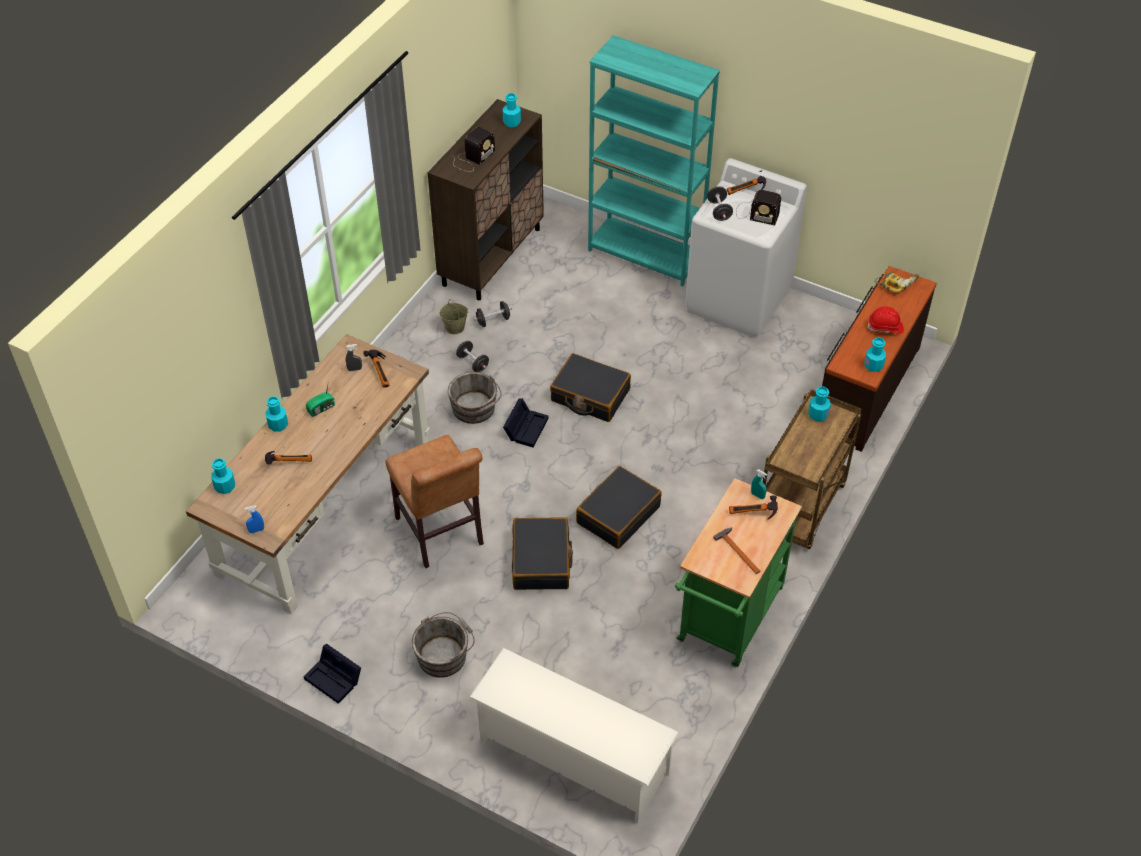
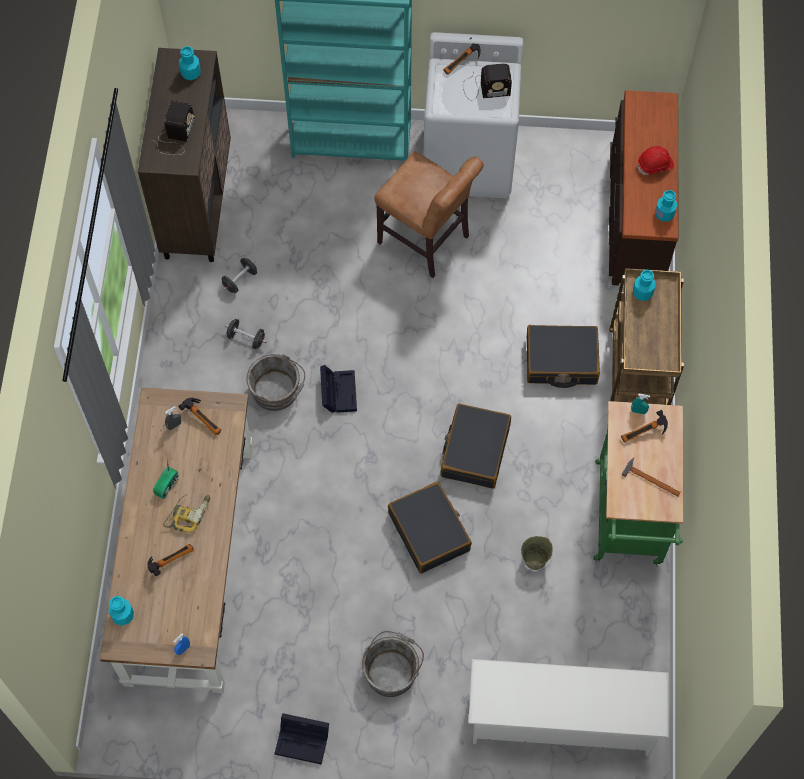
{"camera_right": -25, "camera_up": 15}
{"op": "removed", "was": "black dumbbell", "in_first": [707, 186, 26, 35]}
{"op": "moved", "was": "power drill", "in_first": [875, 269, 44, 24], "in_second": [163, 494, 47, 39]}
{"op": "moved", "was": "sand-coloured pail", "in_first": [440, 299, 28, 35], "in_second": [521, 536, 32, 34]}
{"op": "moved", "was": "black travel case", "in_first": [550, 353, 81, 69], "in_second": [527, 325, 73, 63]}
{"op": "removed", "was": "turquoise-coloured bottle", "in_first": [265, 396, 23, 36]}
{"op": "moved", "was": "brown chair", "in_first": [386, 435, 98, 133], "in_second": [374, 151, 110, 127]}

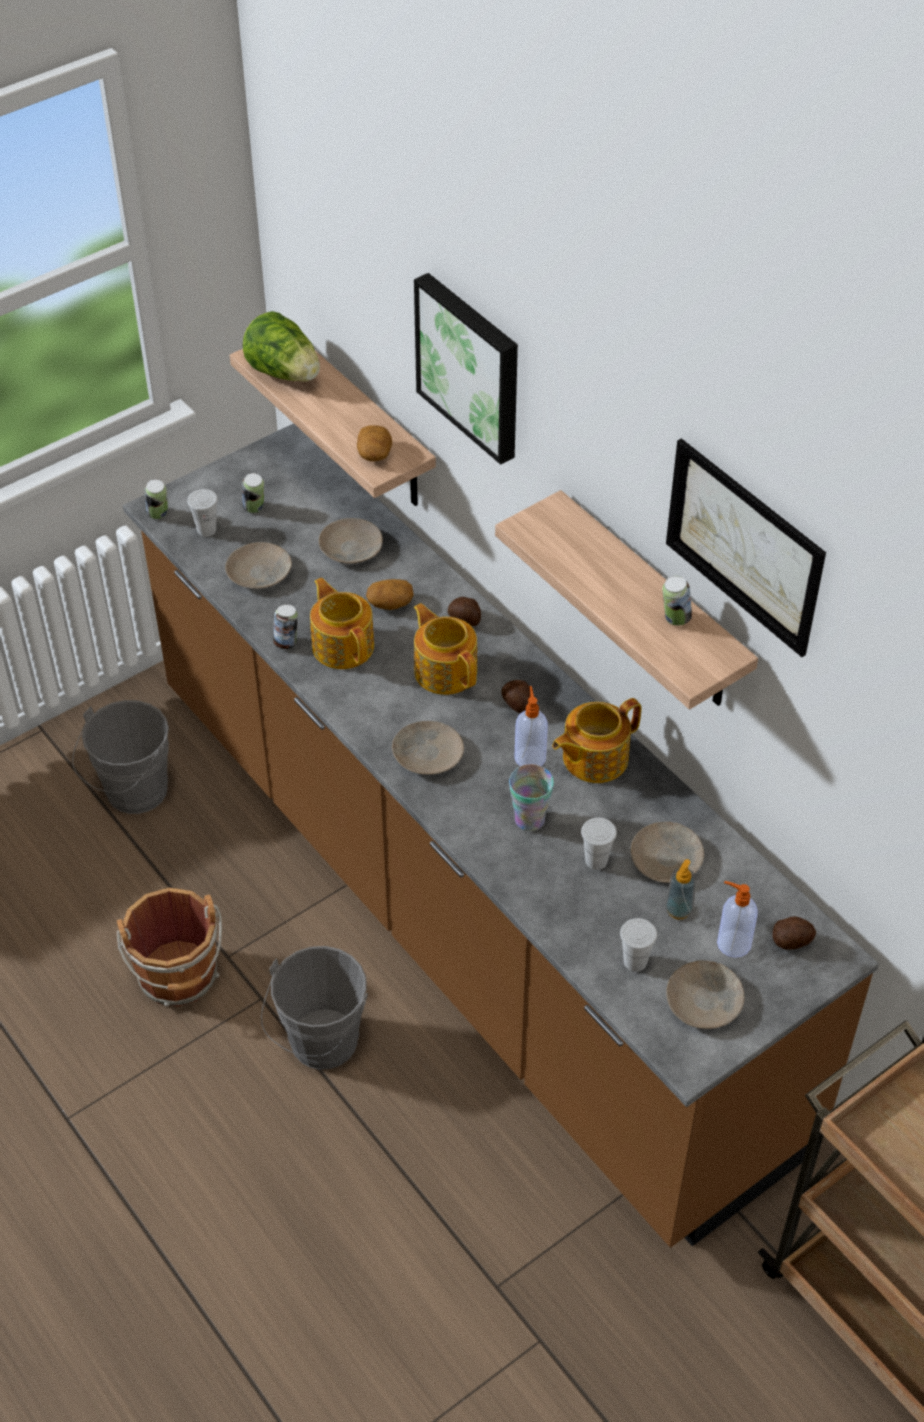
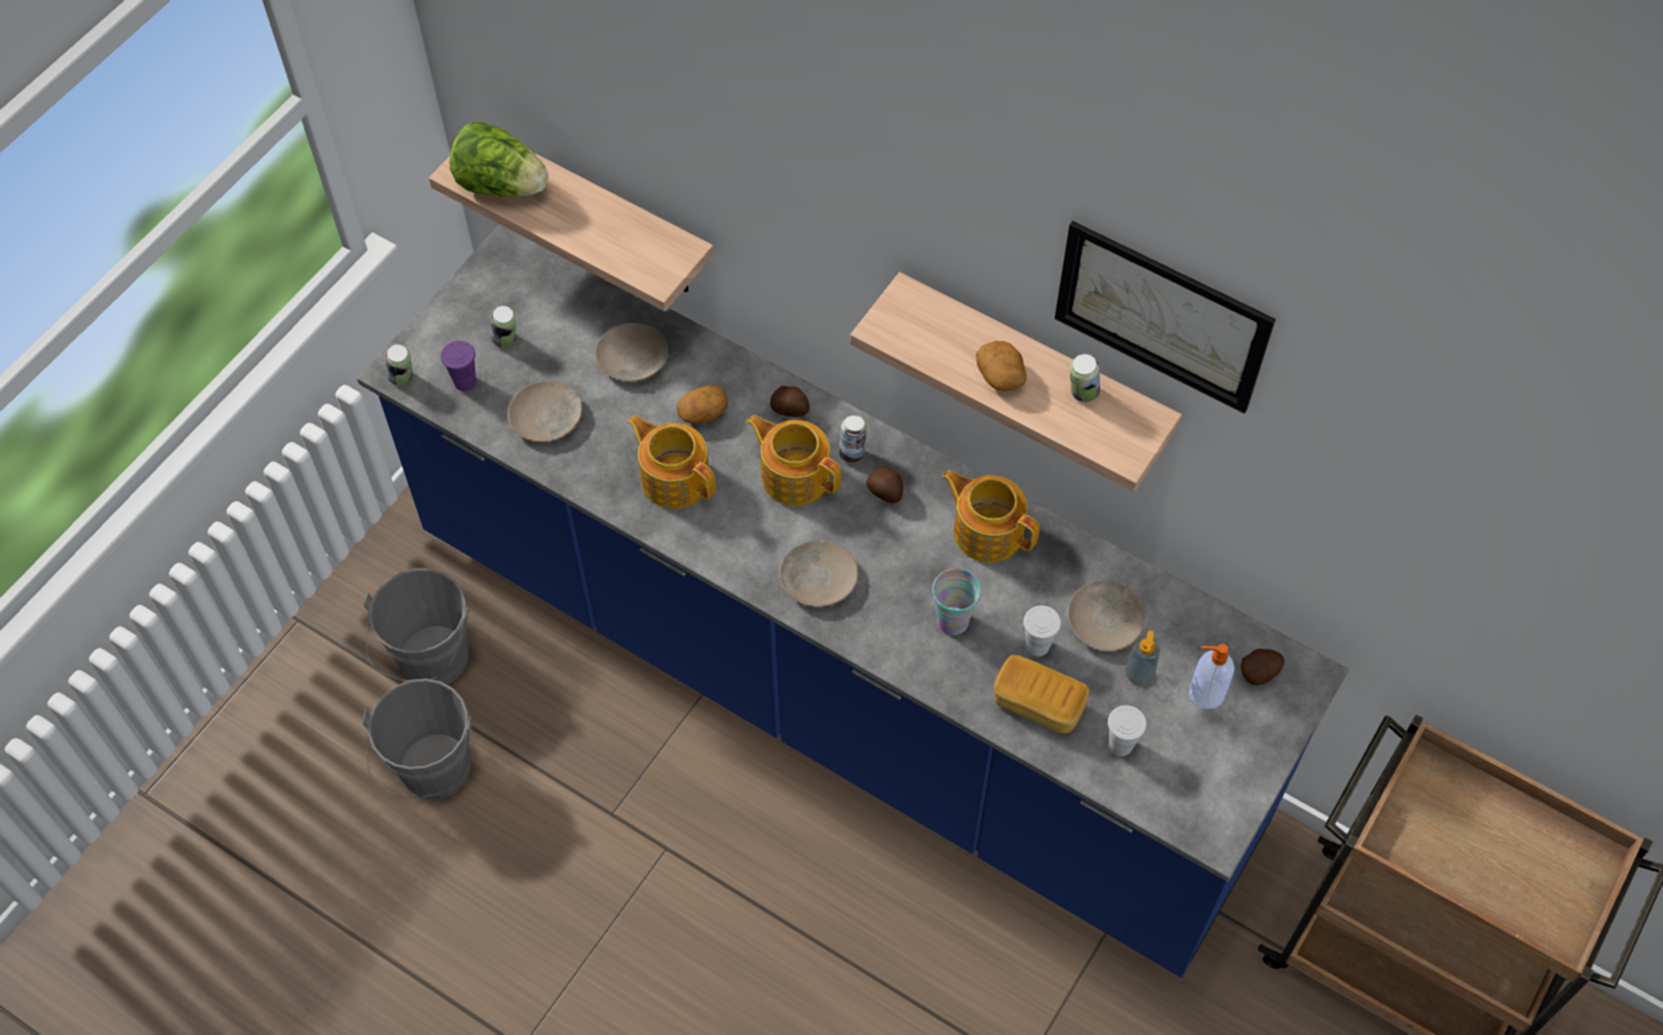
{"camera_right": -20, "camera_up": 10}
{"op": "removed", "was": "picture", "in_first": [414, 273, 104, 192]}
{"op": "recoloured", "was": "brown kitchen counter", "now": "blue-coloured kitchen counter", "in_first": [123, 423, 756, 824], "in_second": [357, 224, 992, 754]}
{"op": "moved", "was": "potato", "in_first": [357, 425, 35, 36], "in_second": [976, 341, 51, 51]}
{"op": "recoloured", "was": "white cup", "now": "purple-coloured cup", "in_first": [187, 489, 31, 48], "in_second": [440, 341, 36, 50]}
{"op": "moved", "was": "metal can", "in_first": [273, 604, 25, 45], "in_second": [839, 415, 28, 47]}
{"op": "removed", "was": "soap dispenser", "in_first": [514, 686, 34, 80]}
{"op": "turned", "was": "tea pot", "in_first": [552, 698, 89, 85], "in_second": [942, 470, 98, 93], "clockwise": 90}
{"op": "removed", "was": "brown pail", "in_first": [117, 888, 105, 119]}
{"op": "moved", "was": "grey pail", "in_first": [261, 946, 107, 124], "in_second": [362, 679, 110, 121]}
{"op": "removed", "was": "sand-coloured dinner plate", "in_first": [666, 960, 79, 69]}
{"op": "added", "now": "bakery bread", "in_second": [994, 655, 95, 78]}

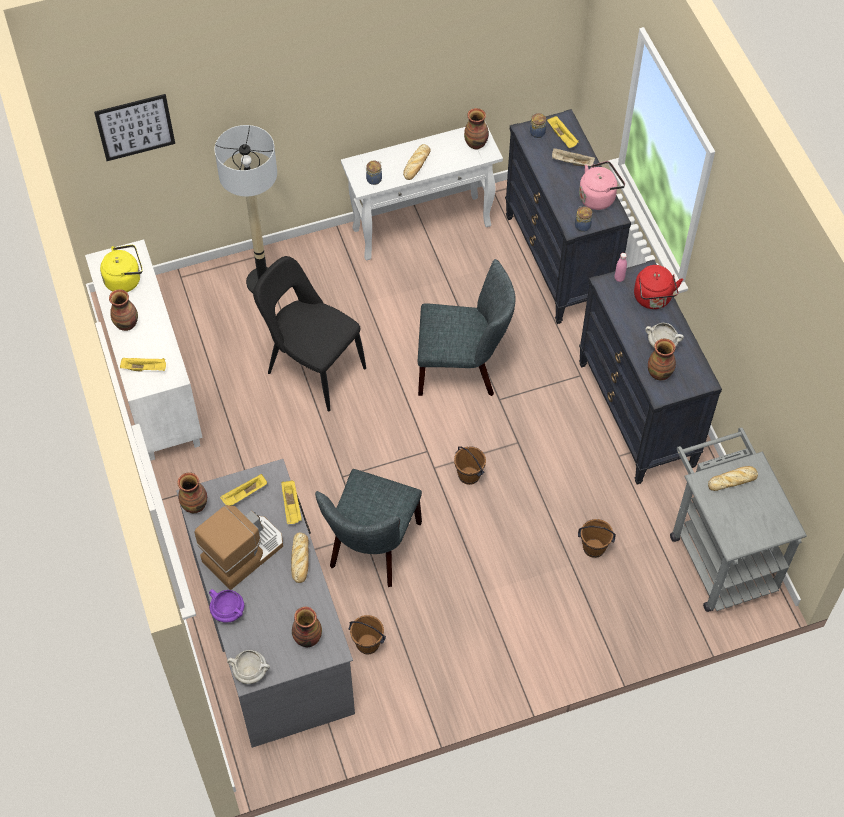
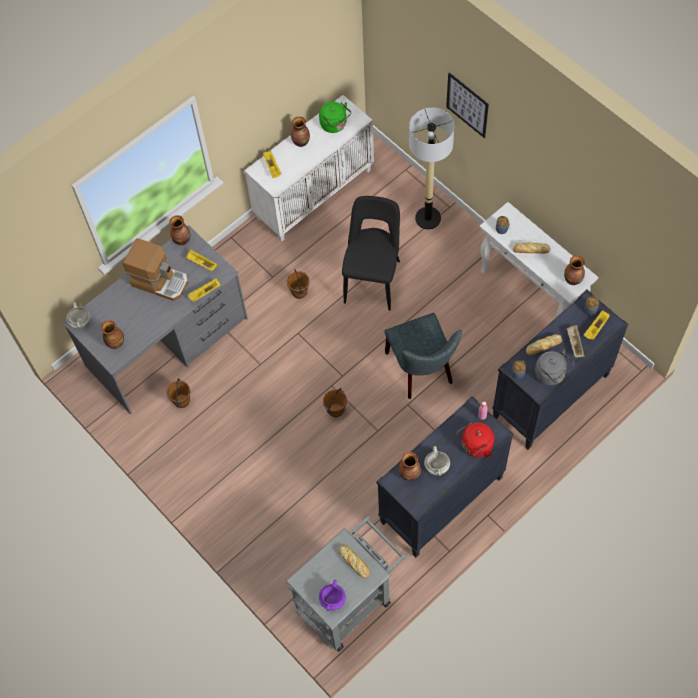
{"camera_right": 70, "camera_up": 5}
{"op": "moved", "was": "picture", "in_first": [94, 94, 81, 67], "in_second": [446, 73, 43, 65]}
{"op": "recoloured", "was": "pink-coloured kettle", "now": "grey kettle", "in_first": [579, 161, 46, 49], "in_second": [535, 349, 39, 36]}
{"op": "recoloured", "was": "yellow-coloured kettle", "now": "greenish kettle", "in_first": [100, 245, 43, 47], "in_second": [319, 101, 32, 32]}
{"op": "removed", "was": "grey chair", "in_first": [315, 469, 107, 118]}
{"op": "moved", "was": "brown pail", "in_first": [578, 519, 38, 39], "in_second": [287, 269, 22, 30]}
{"op": "moved", "was": "bakery bread", "in_first": [291, 532, 18, 51], "in_second": [526, 334, 36, 22]}
{"op": "moved", "was": "purple-coloured cooking pot", "in_first": [209, 589, 35, 34], "in_second": [319, 580, 27, 31]}

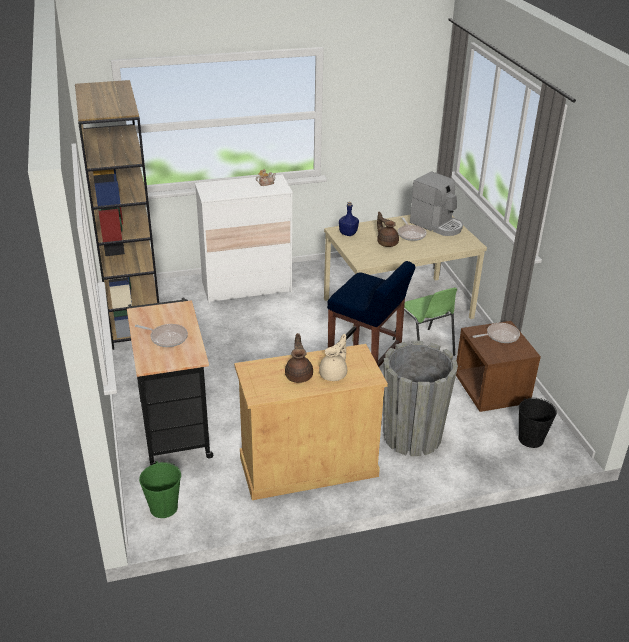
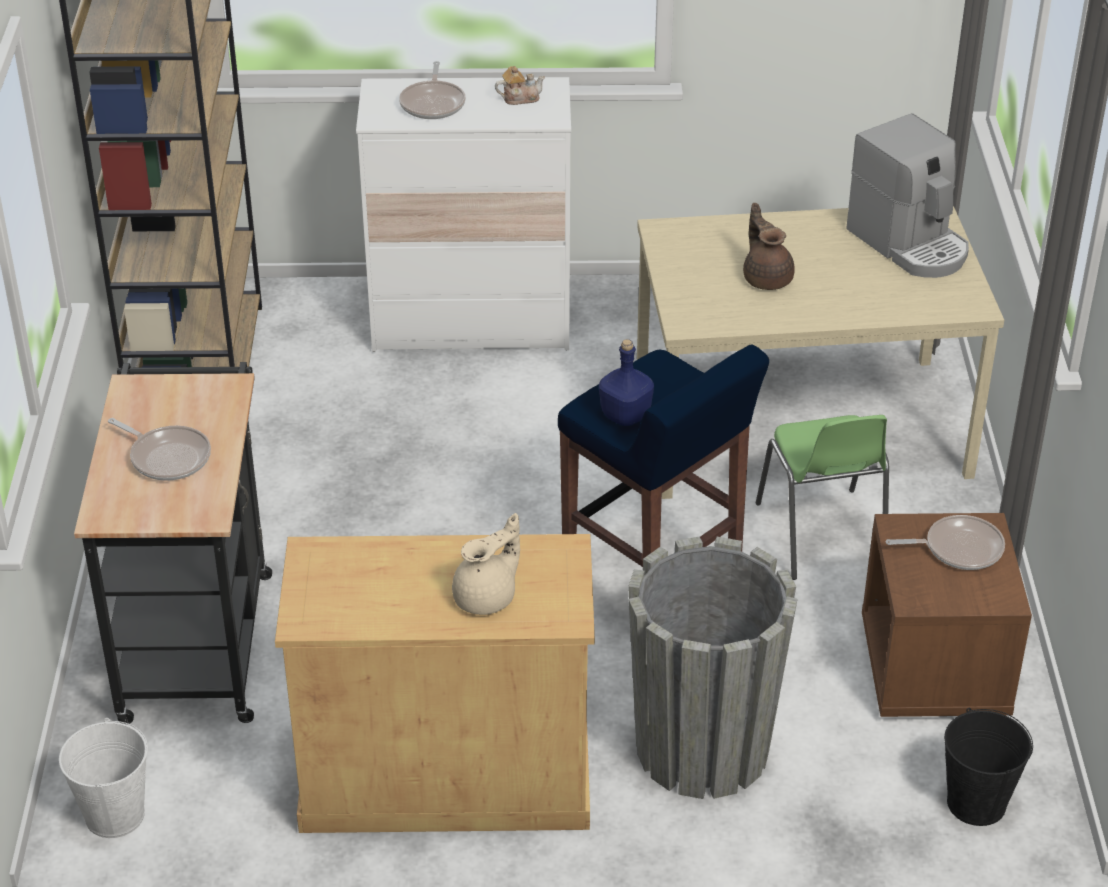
{"camera_right": 15, "camera_up": 5}
{"op": "moved", "was": "blue-coloured bottle", "in_first": [339, 202, 20, 34], "in_second": [599, 339, 55, 87]}
{"op": "moved", "was": "pan", "in_first": [398, 217, 28, 24], "in_second": [399, 61, 67, 58]}
{"op": "removed", "was": "brown tea pot", "in_first": [285, 333, 28, 50]}
{"op": "recoloured", "was": "greenish pail", "now": "white pail", "in_first": [139, 461, 42, 57], "in_second": [59, 718, 89, 120]}

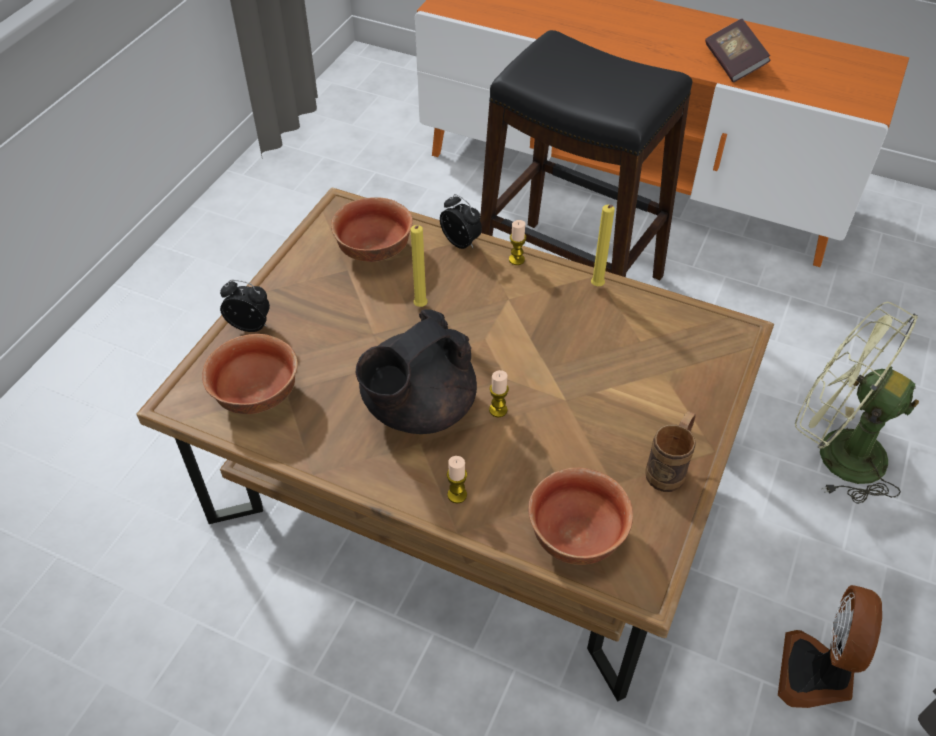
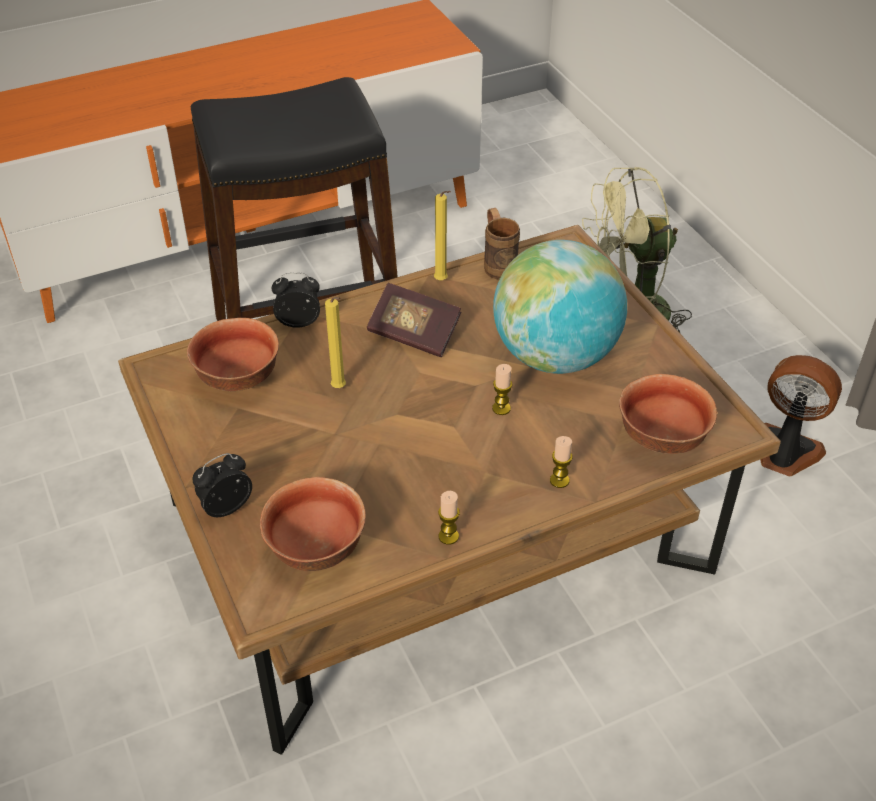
{"camera_right": -50, "camera_up": -5}
{"op": "moved", "was": "bound book", "in_first": [705, 19, 66, 63], "in_second": [367, 283, 94, 74]}
{"op": "moved", "was": "wax light", "in_first": [509, 220, 17, 45], "in_second": [438, 491, 22, 54]}
{"op": "removed", "was": "black tea pot", "in_first": [356, 309, 121, 125]}
{"op": "moved", "was": "brown mug", "in_first": [645, 411, 51, 81], "in_second": [484, 208, 36, 72]}
{"op": "turned", "was": "electric fan", "in_first": [778, 585, 104, 123], "in_second": [760, 355, 82, 121], "clockwise": 150}
{"op": "added", "now": "globe", "in_second": [493, 240, 134, 134]}

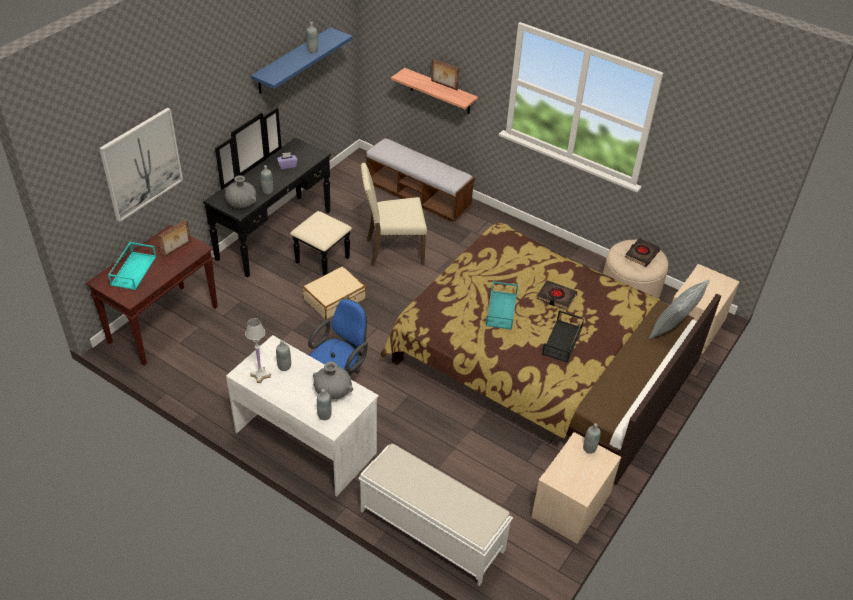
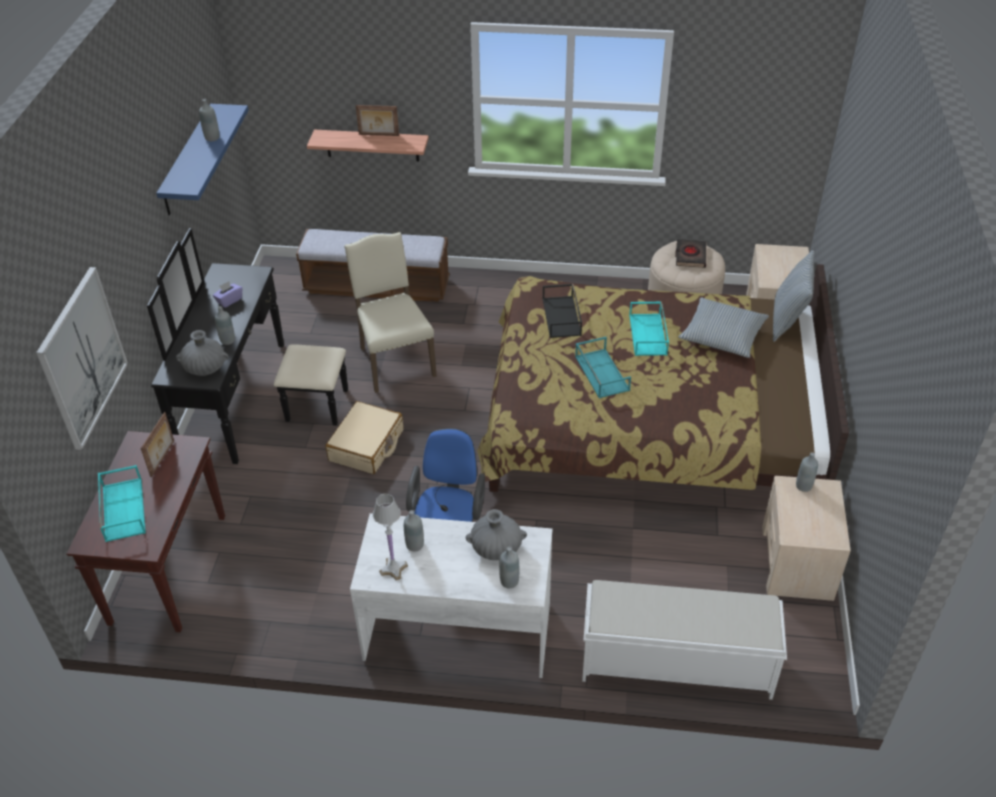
{"camera_right": -25, "camera_up": 0}
{"op": "turned", "was": "sand-coloured chair", "in_first": [361, 163, 66, 103], "in_second": [344, 232, 93, 161], "clockwise": 105}
{"op": "replaced", "was": "black bound book", "now": "turquoise-coloured serving tray", "in_first": [537, 280, 40, 30], "in_second": [629, 301, 40, 55]}
{"op": "moved", "was": "black serving tray", "in_first": [542, 310, 42, 53], "in_second": [543, 284, 39, 54]}
{"op": "added", "now": "throw pillow", "in_second": [679, 298, 90, 60]}

